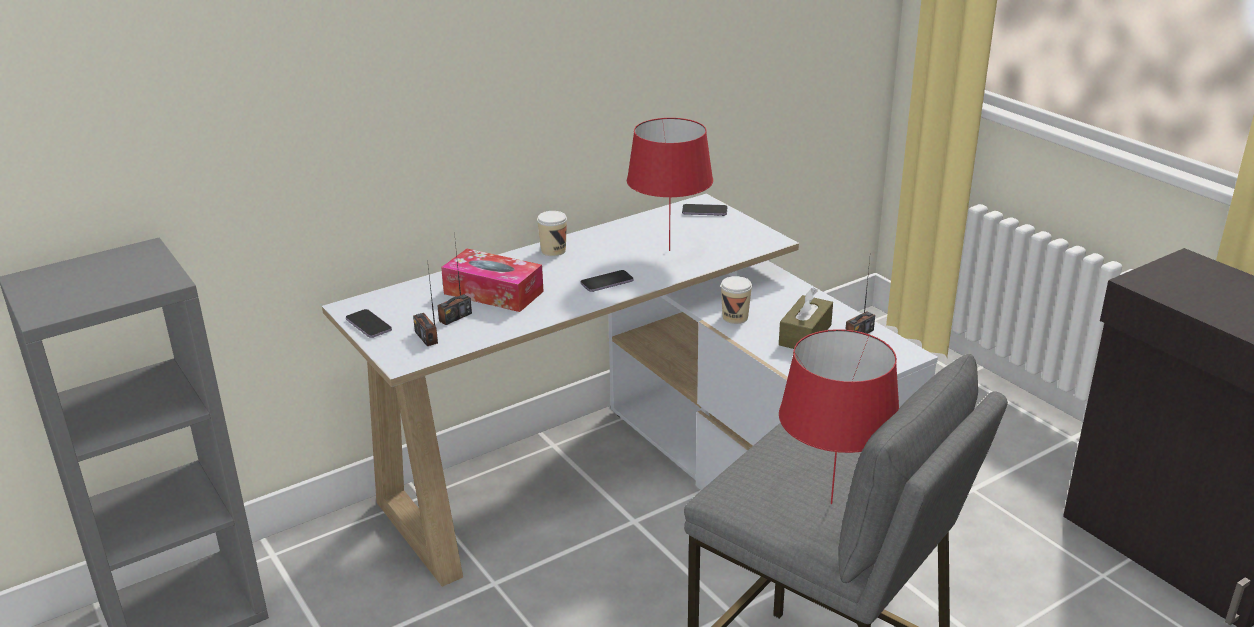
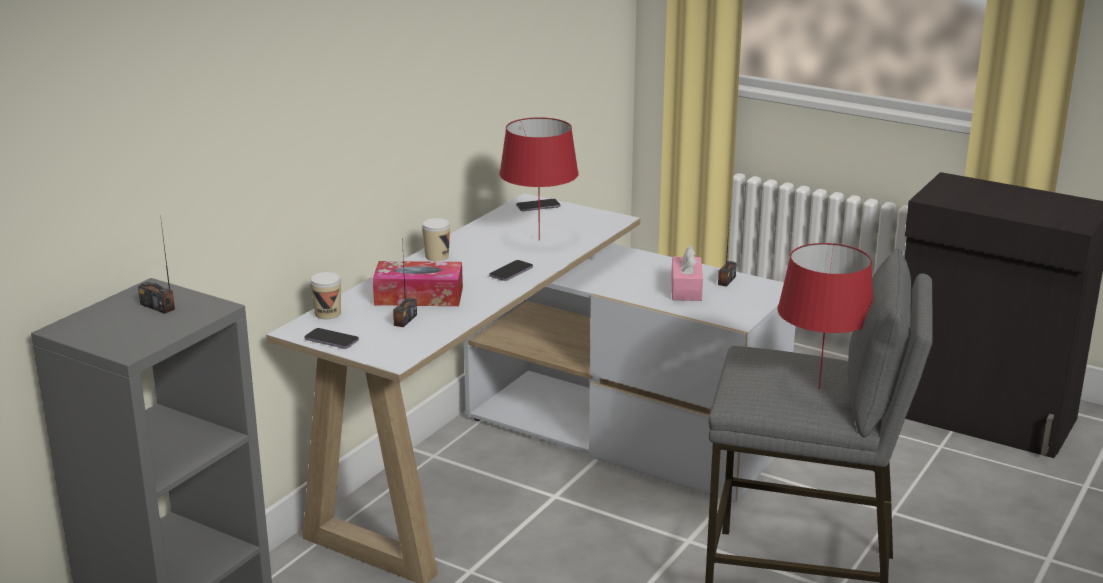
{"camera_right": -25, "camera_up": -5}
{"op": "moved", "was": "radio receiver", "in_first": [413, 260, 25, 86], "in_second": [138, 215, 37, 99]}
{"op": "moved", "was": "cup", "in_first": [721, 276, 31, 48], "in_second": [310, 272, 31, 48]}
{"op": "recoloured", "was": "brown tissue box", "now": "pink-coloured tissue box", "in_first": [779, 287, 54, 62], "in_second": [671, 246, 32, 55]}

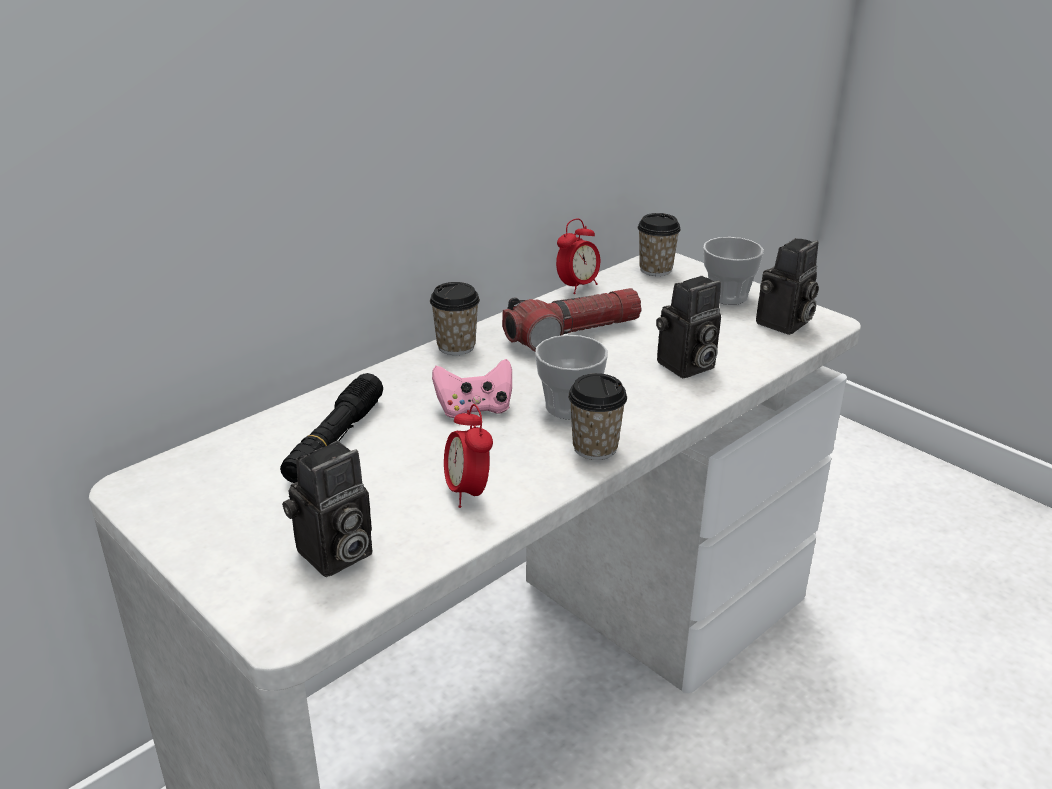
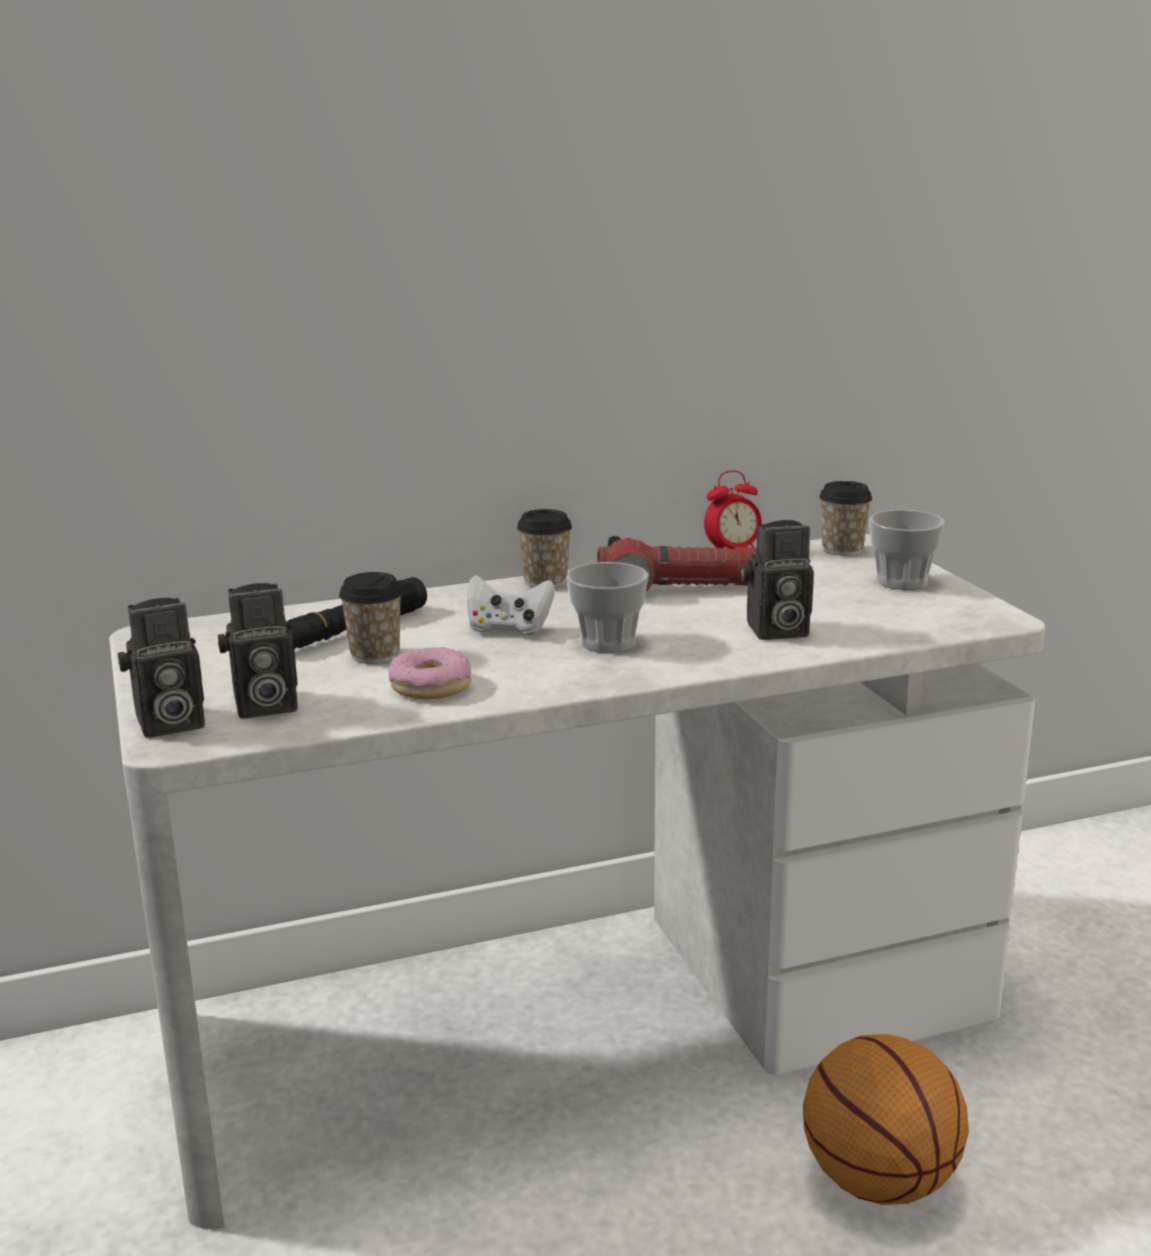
{"camera_right": 25, "camera_up": -10}
{"op": "moved", "was": "photo camera", "in_first": [756, 238, 63, 97], "in_second": [117, 598, 88, 140]}
{"op": "recoloured", "was": "pink-coloured gamepad", "now": "white gamepad", "in_first": [432, 359, 80, 59], "in_second": [467, 575, 88, 61]}
{"op": "moved", "was": "cup", "in_first": [568, 373, 59, 87], "in_second": [339, 572, 64, 92]}
{"op": "replaced", "was": "table clock", "now": "ring doughnut", "in_first": [444, 404, 49, 104], "in_second": [389, 647, 82, 52]}
{"op": "added", "now": "basketball ball", "in_second": [803, 1034, 166, 171]}

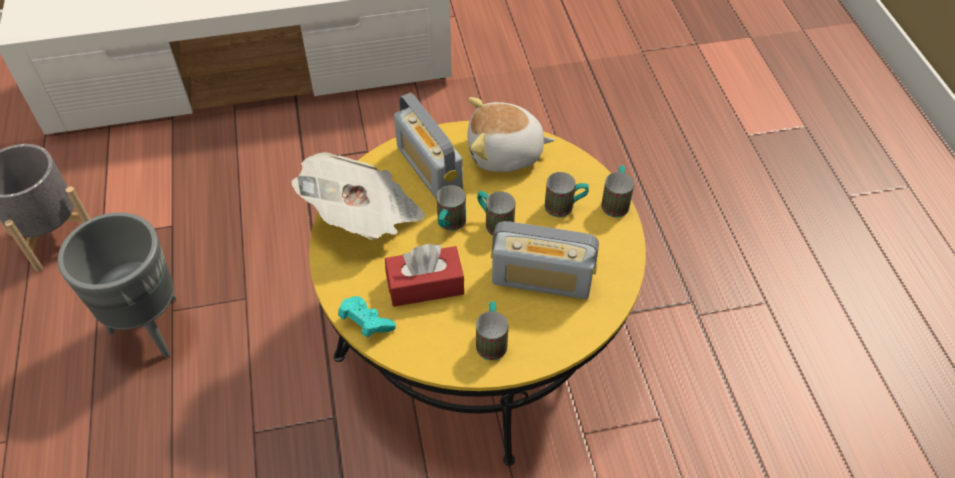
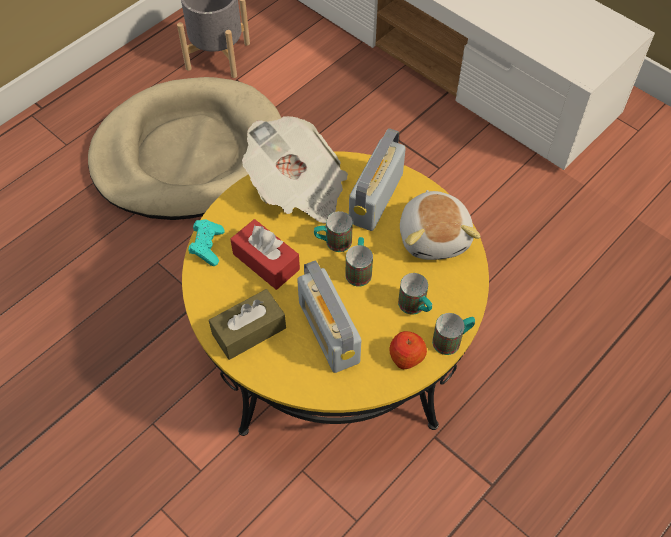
{"camera_right": 55, "camera_up": 5}
{"op": "turned", "was": "cuddly toy", "in_first": [467, 97, 88, 75], "in_second": [400, 190, 81, 70], "clockwise": -150}
{"op": "replaced", "was": "grey flower pot", "now": "sand-coloured dog bed", "in_first": [58, 212, 118, 145], "in_second": [88, 77, 193, 143]}
{"op": "replaced", "was": "mug", "now": "brown tissue box", "in_first": [476, 301, 32, 59], "in_second": [209, 289, 77, 71]}
{"op": "added", "now": "whole apple", "in_second": [389, 331, 38, 38]}

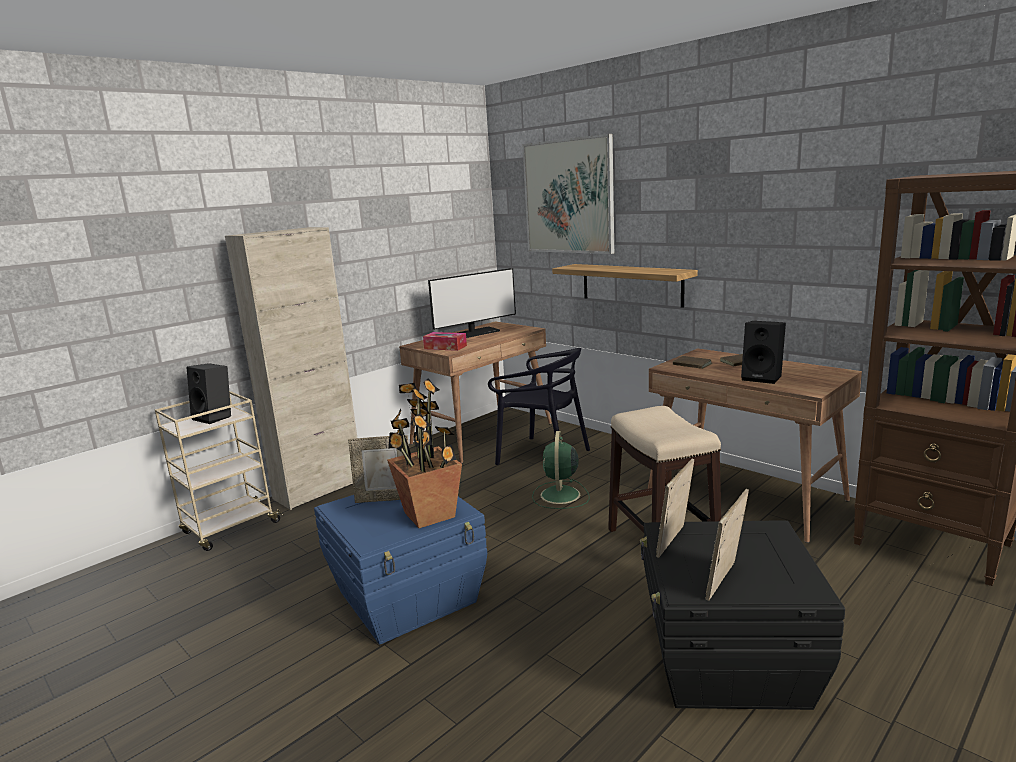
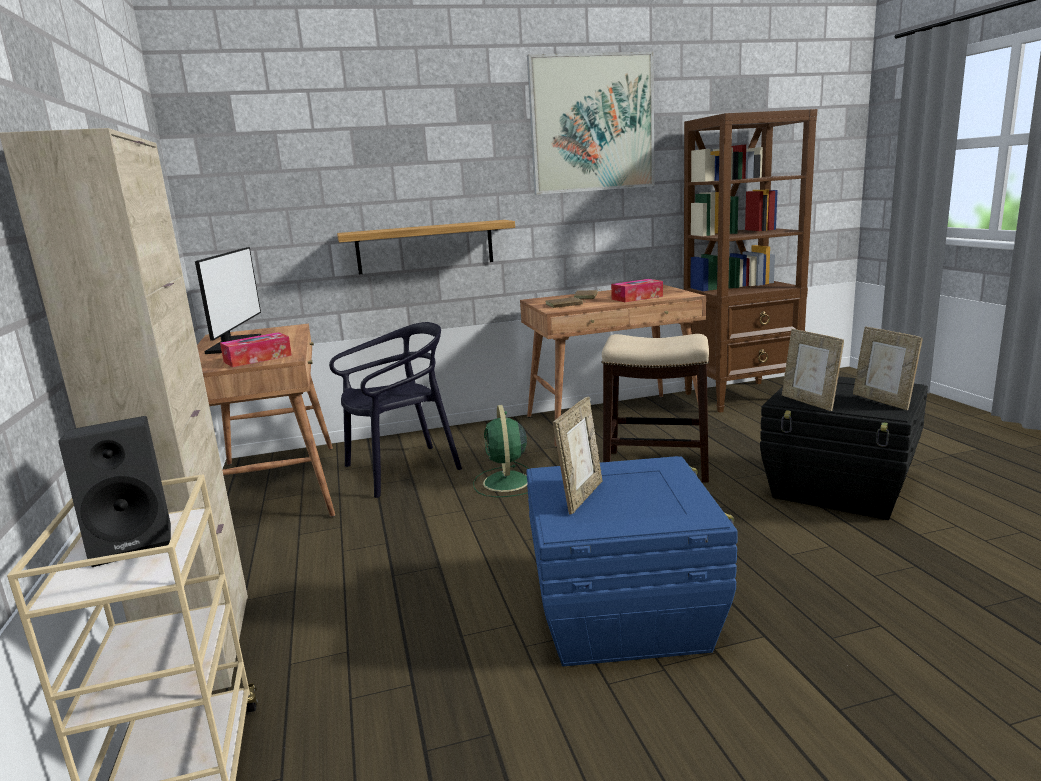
{"camera_right": -60, "camera_up": 0}
{"op": "moved", "was": "picture", "in_first": [522, 134, 92, 120], "in_second": [527, 52, 128, 143]}
{"op": "replaced", "was": "black speaker", "now": "tissue box", "in_first": [741, 321, 45, 63], "in_second": [611, 279, 52, 23]}
{"op": "removed", "was": "houseplant", "in_first": [387, 378, 75, 150]}
{"op": "turned", "was": "greenish electric fan", "in_first": [532, 431, 57, 78], "in_second": [473, 405, 57, 92], "clockwise": 45}

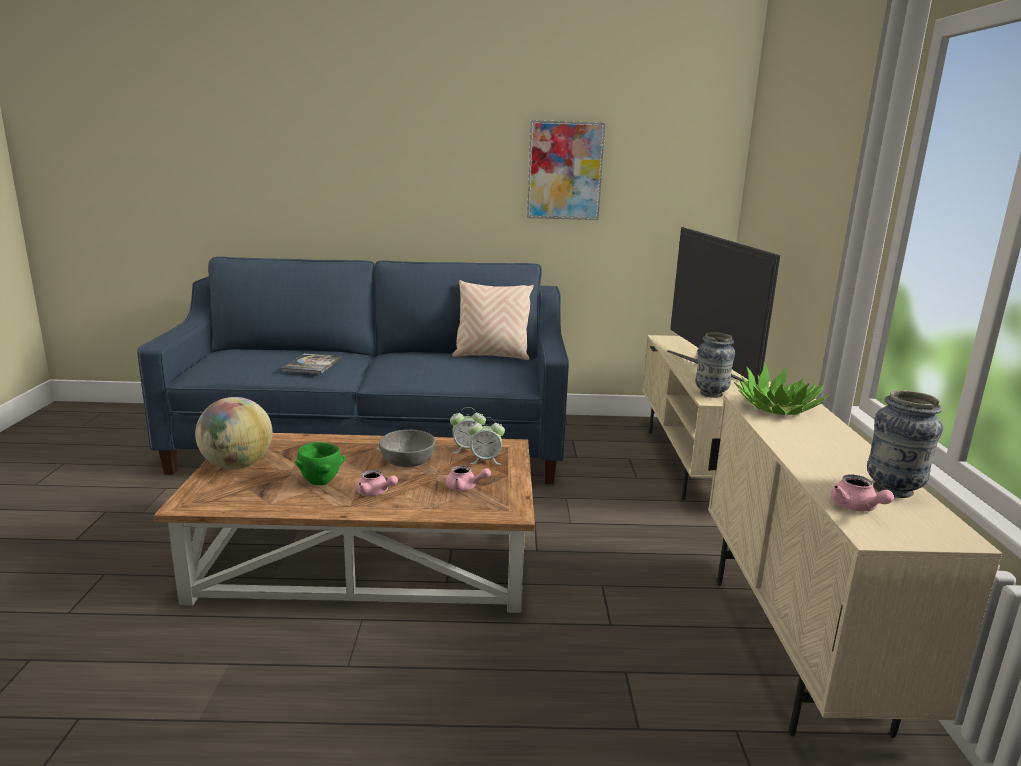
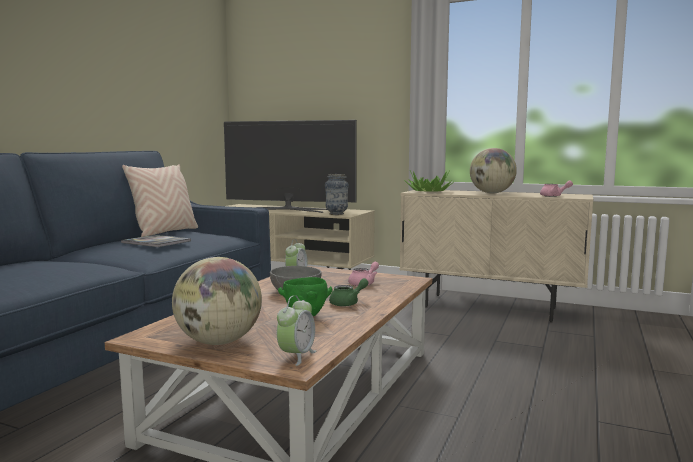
{"camera_right": -65, "camera_up": -10}
{"op": "removed", "was": "picture", "in_first": [527, 120, 78, 100]}
{"op": "moved", "was": "bound book", "in_first": [282, 353, 60, 21], "in_second": [121, 235, 70, 12]}
{"op": "removed", "was": "decorative vase", "in_first": [867, 390, 76, 108]}
{"op": "moved", "was": "table clock", "in_first": [468, 417, 37, 48], "in_second": [277, 295, 39, 71]}
{"op": "recoloured", "was": "pink-coloured tea pot", "now": "greenish tea pot", "in_first": [356, 470, 42, 26], "in_second": [329, 278, 40, 29]}
{"op": "added", "now": "globe", "in_second": [470, 148, 47, 45]}

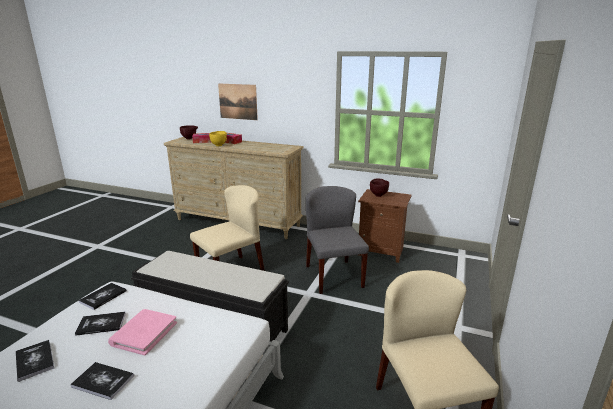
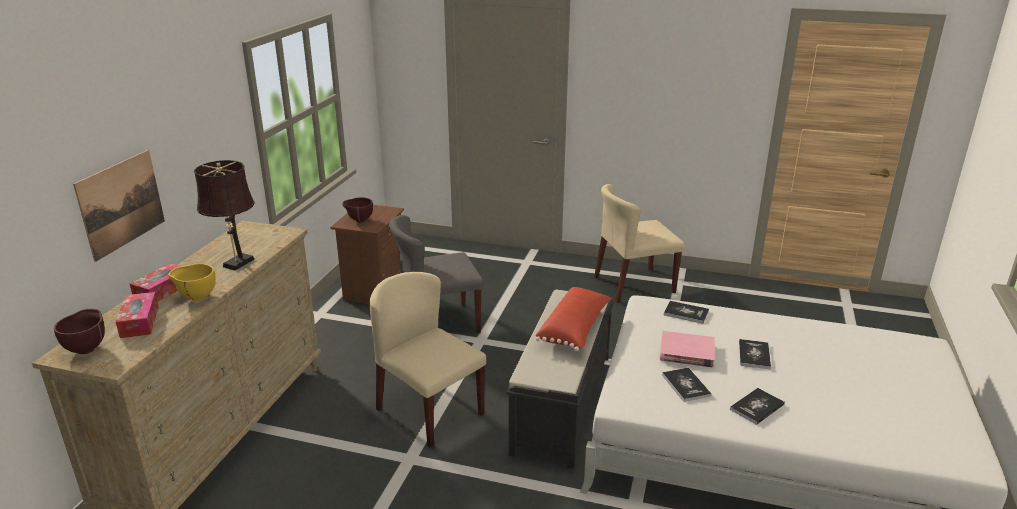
{"camera_right": -95, "camera_up": 5}
{"op": "moved", "was": "bound book", "in_first": [78, 283, 49, 27], "in_second": [664, 301, 45, 23]}
{"op": "added", "now": "brown lamp for a table", "in_second": [194, 160, 61, 110]}
{"op": "added", "now": "red throw pillow", "in_second": [535, 287, 77, 64]}

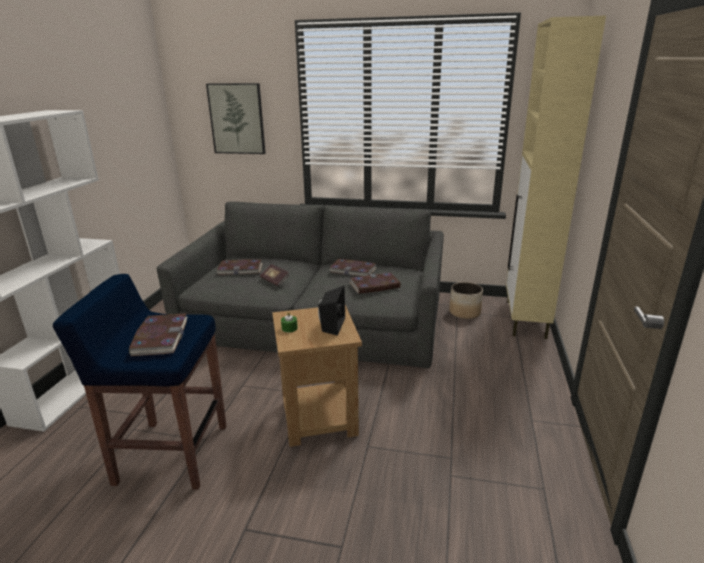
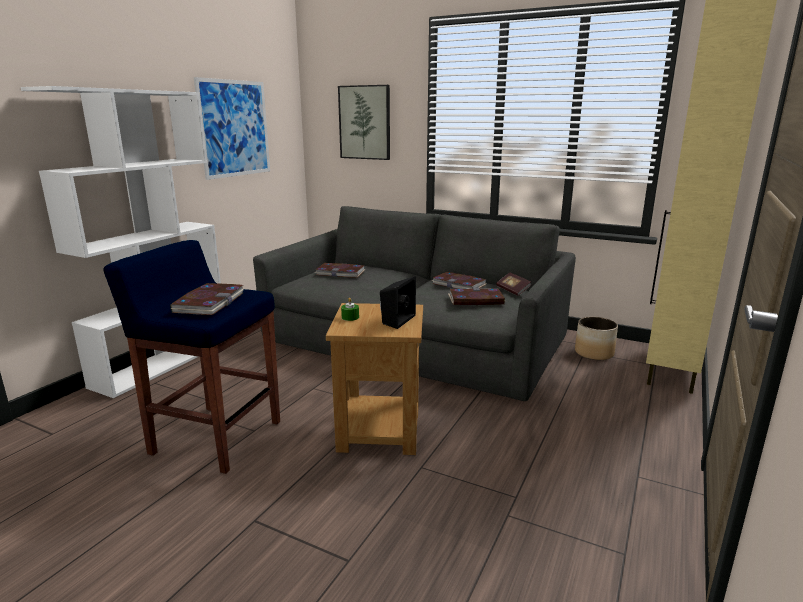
{"camera_right": 15, "camera_up": -5}
{"op": "moved", "was": "bound book", "in_first": [260, 264, 30, 22], "in_second": [496, 273, 36, 23]}
{"op": "added", "now": "picture", "in_second": [194, 77, 76, 103]}

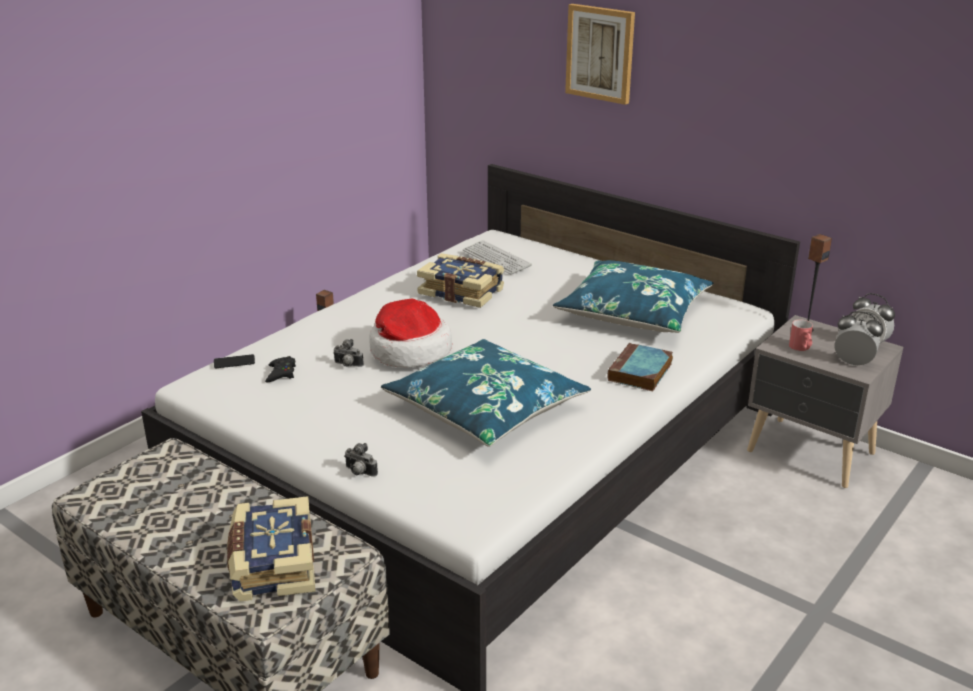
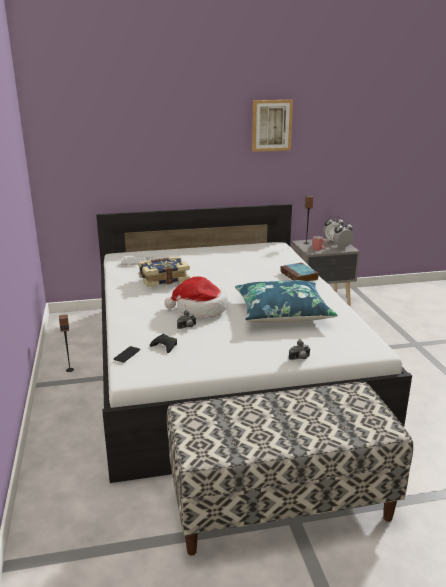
{"camera_right": -50, "camera_up": -5}
{"op": "moved", "was": "picture", "in_first": [565, 4, 70, 101], "in_second": [252, 100, 41, 52]}
{"op": "removed", "was": "blue-coloured throw pillow", "in_first": [553, 260, 161, 73]}
{"op": "removed", "was": "bound book", "in_first": [227, 496, 88, 106]}

